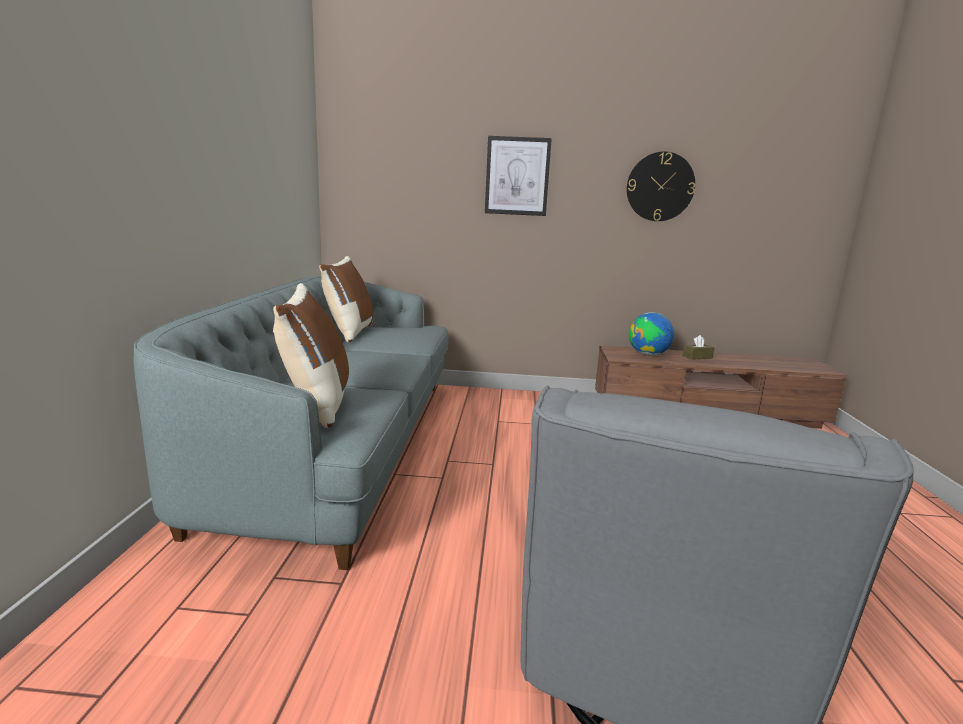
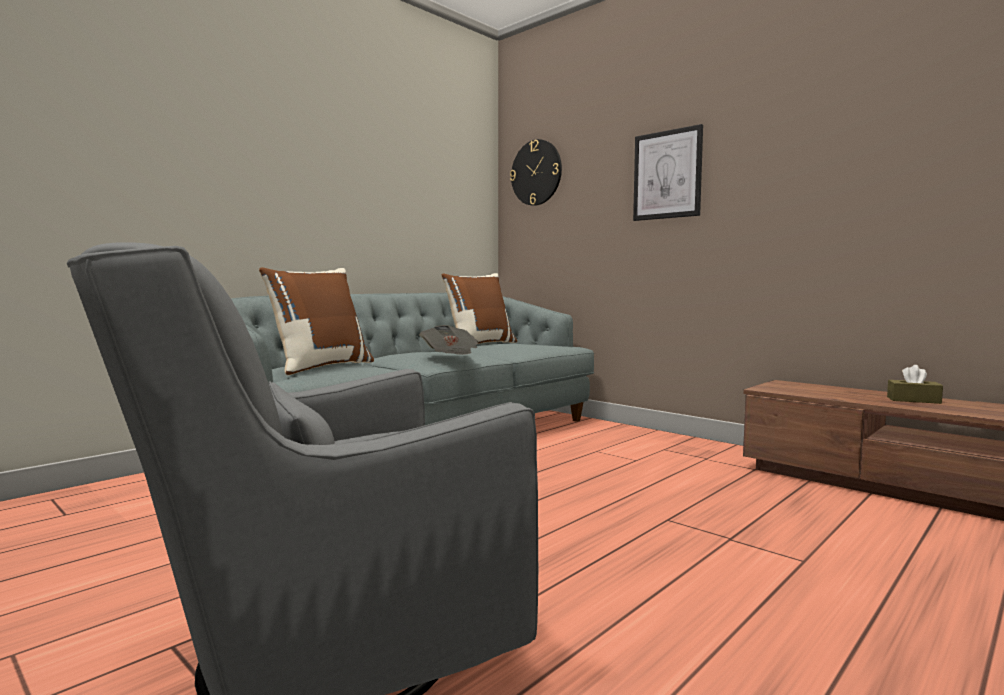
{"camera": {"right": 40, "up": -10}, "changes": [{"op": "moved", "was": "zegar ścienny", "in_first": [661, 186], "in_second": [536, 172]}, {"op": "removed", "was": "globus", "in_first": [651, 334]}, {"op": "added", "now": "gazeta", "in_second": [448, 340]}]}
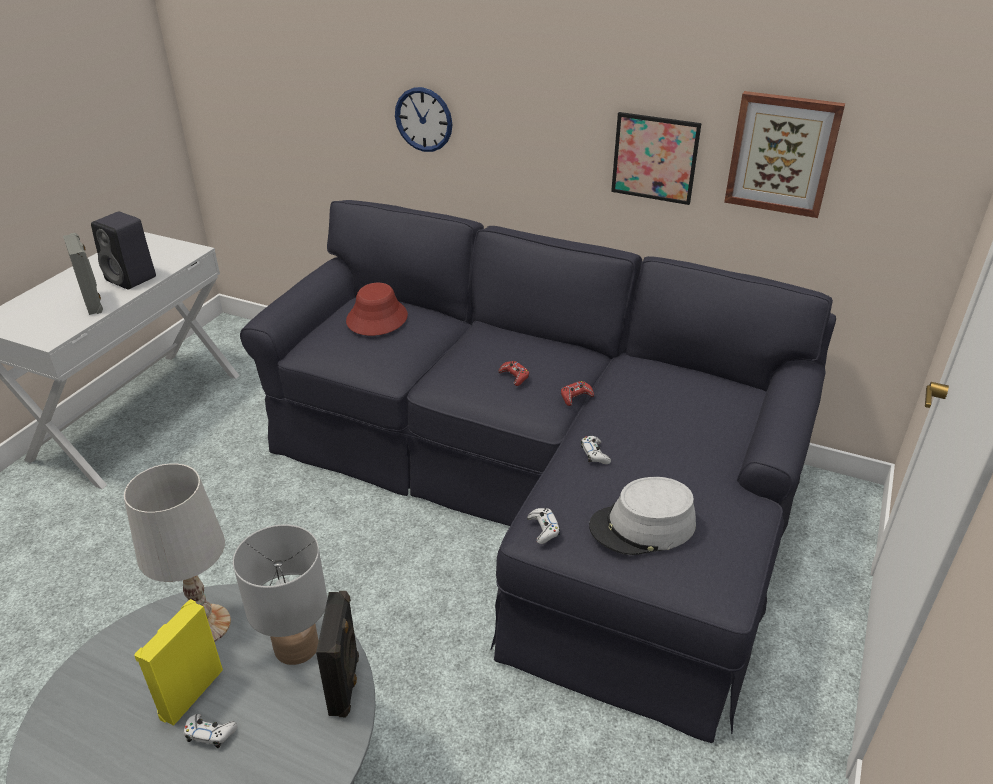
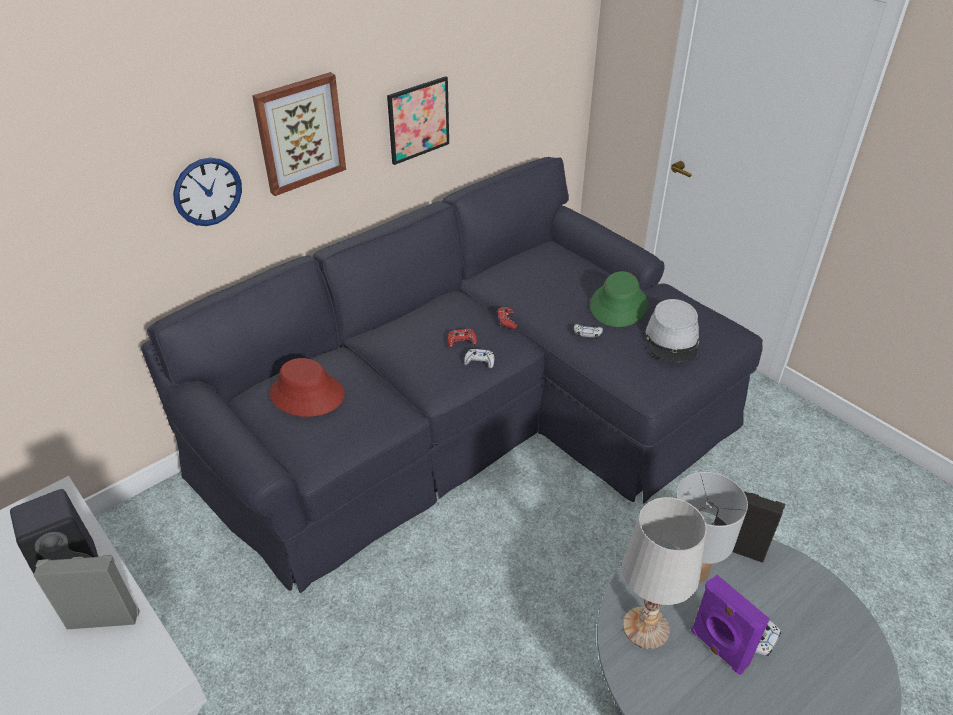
{"camera": {"right": -65, "up": 5}, "changes": [{"op": "moved", "was": "obraz", "in_first": [784, 154], "in_second": [299, 134]}, {"op": "moved", "was": "pad do gier/biały", "in_first": [543, 526], "in_second": [479, 358]}, {"op": "recoloured", "was": "głośnik/żółty", "now": "głośnik/fioletowy", "in_first": [178, 662], "in_second": [730, 625]}, {"op": "added", "now": "kapelusz/zielony", "in_second": [619, 299]}]}
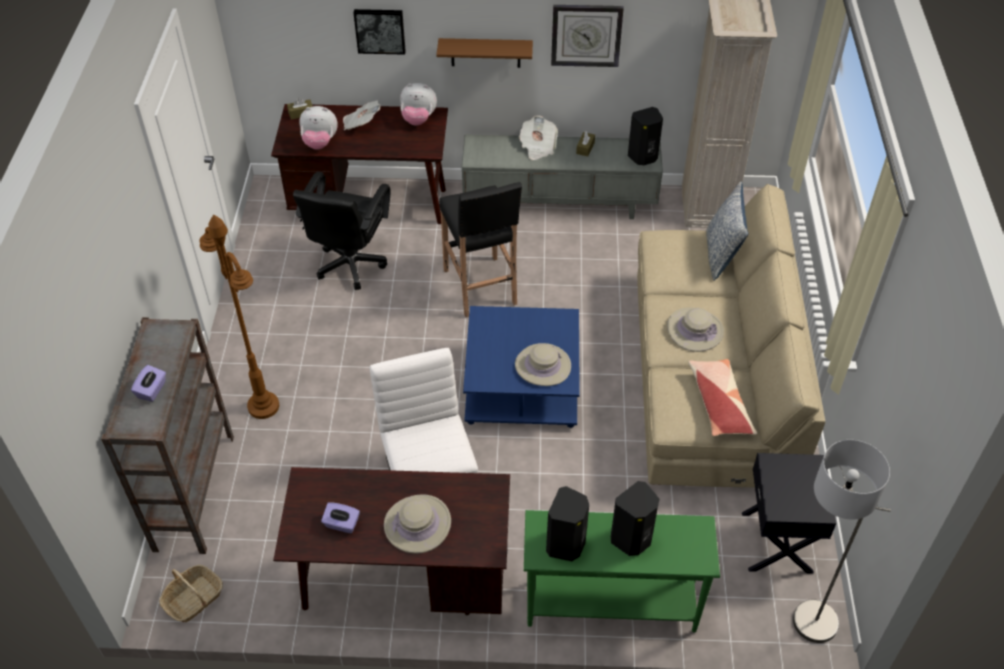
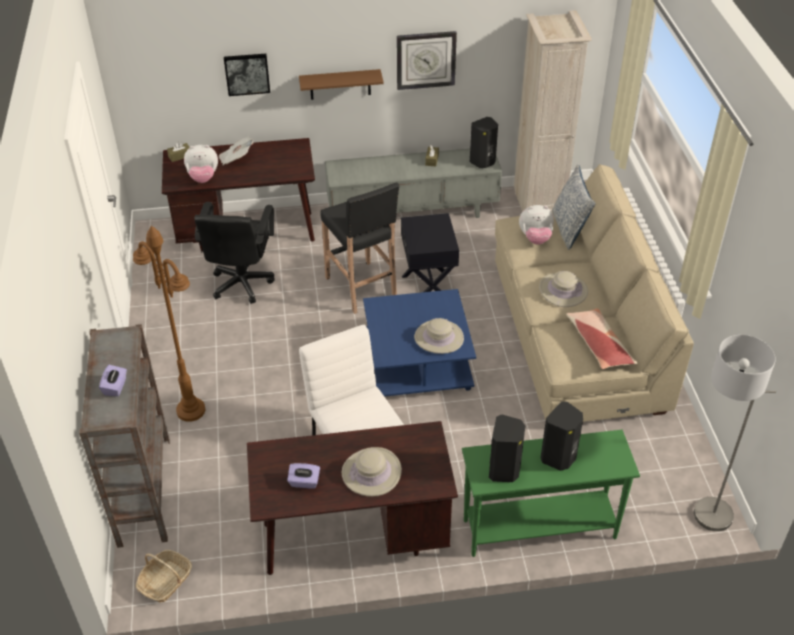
{"camera": {"right": -10, "up": -5}, "changes": [{"op": "moved", "was": "pluszak", "in_first": [418, 104], "in_second": [536, 225]}, {"op": "removed", "was": "gazeta", "in_first": [538, 138]}, {"op": "moved", "was": "stolik/czarny", "in_first": [789, 513], "in_second": [430, 252]}]}
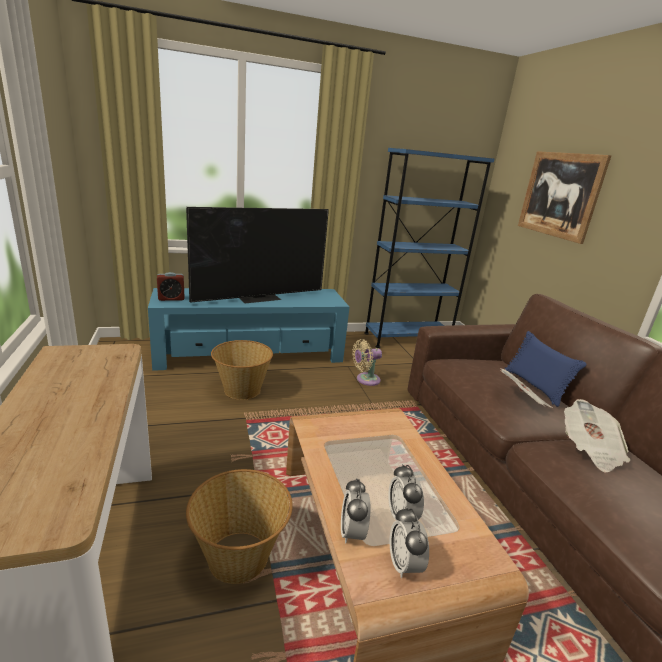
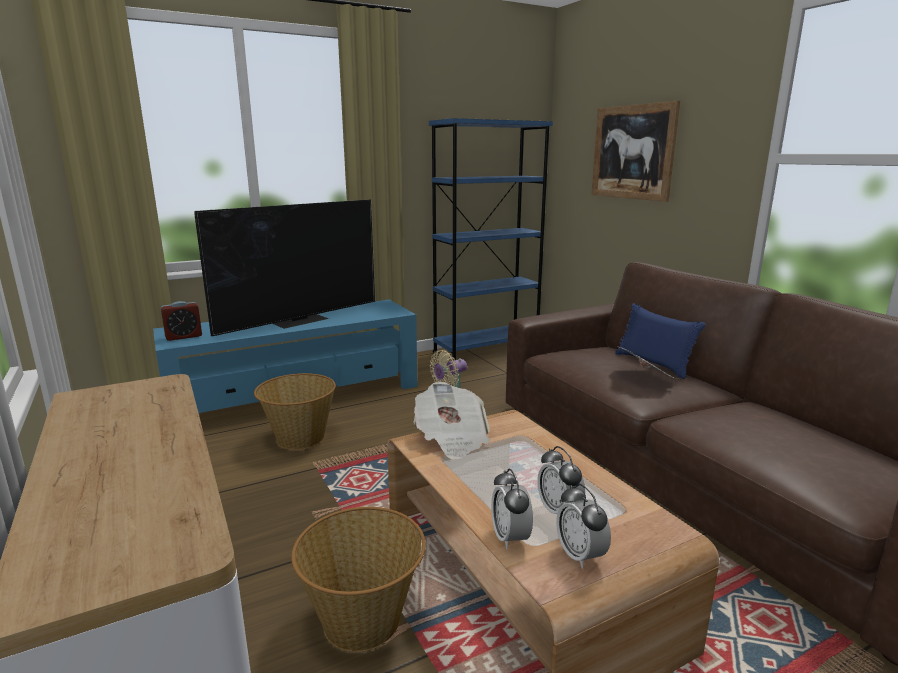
{"camera": {"right": -10, "up": -5}, "changes": [{"op": "moved", "was": "gazeta", "in_first": [597, 436], "in_second": [452, 421]}]}
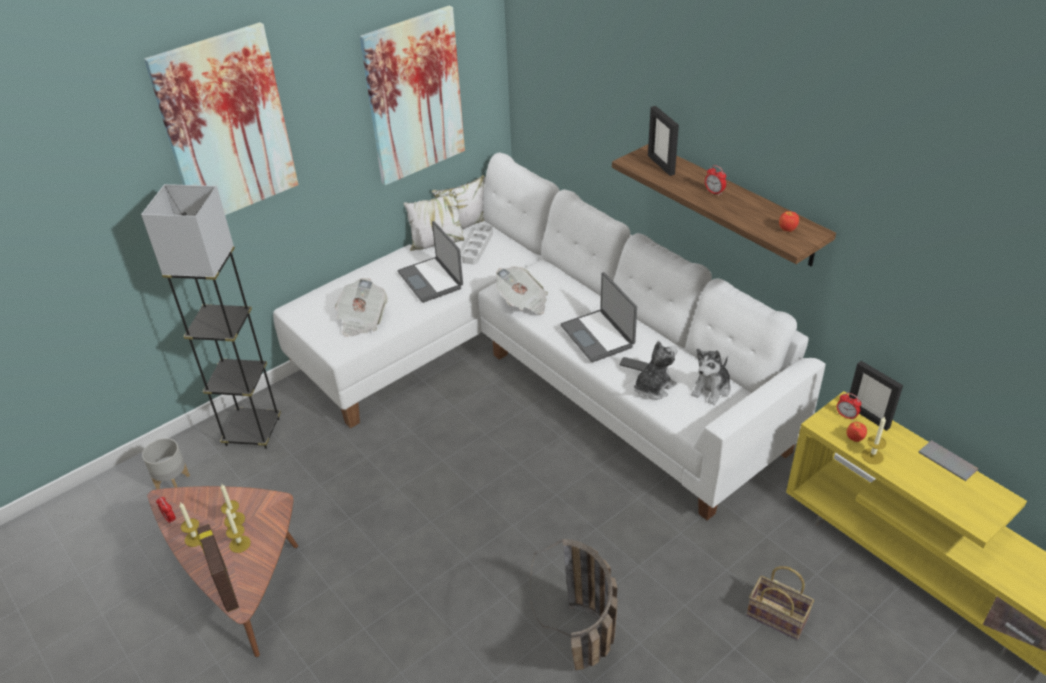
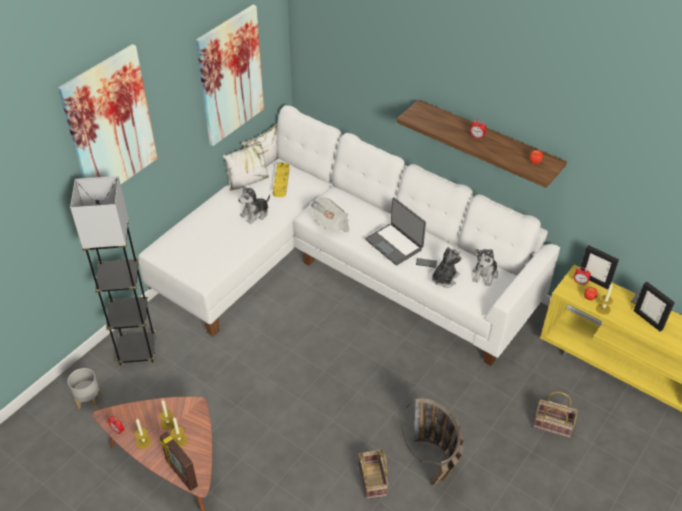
{"camera": {"right": -15, "up": 5}, "changes": [{"op": "moved", "was": "ramka na zdjęcie", "in_first": [663, 141], "in_second": [654, 307]}, {"op": "replaced", "was": "laptop", "now": "pluszak", "in_first": [430, 262], "in_second": [254, 204]}, {"op": "recoloured", "was": "taca/biały", "now": "taca/żółty", "in_first": [477, 244], "in_second": [281, 180]}, {"op": "removed", "was": "gazeta", "in_first": [361, 307]}, {"op": "added", "now": "koszyk", "in_second": [373, 474]}]}
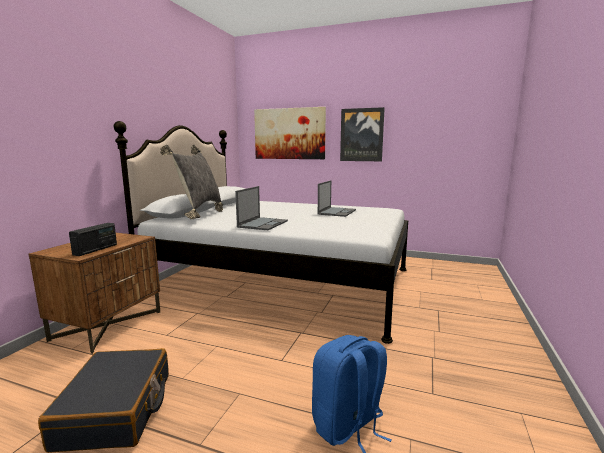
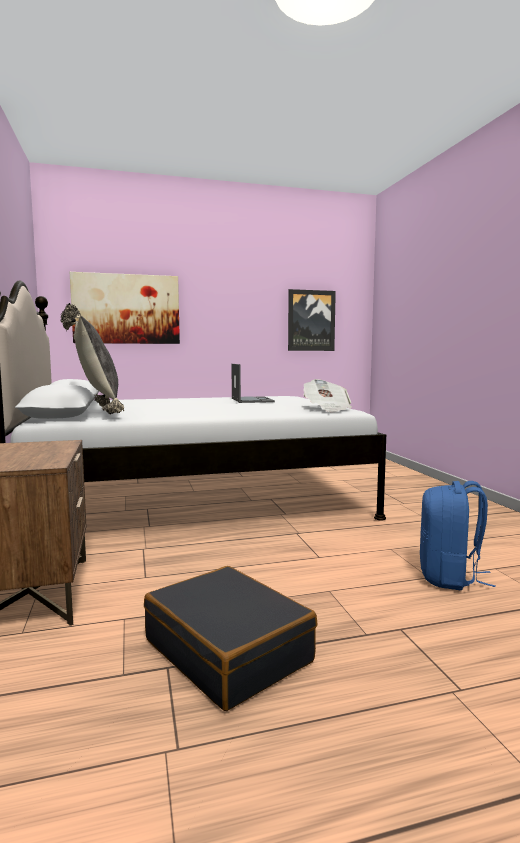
{"camera": {"right": -35, "up": -5}, "changes": [{"op": "moved", "was": "obraz", "in_first": [362, 134], "in_second": [312, 320]}, {"op": "removed", "was": "laptop", "in_first": [261, 208]}, {"op": "removed", "was": "radio", "in_first": [93, 239]}, {"op": "added", "now": "gazeta", "in_second": [327, 395]}]}
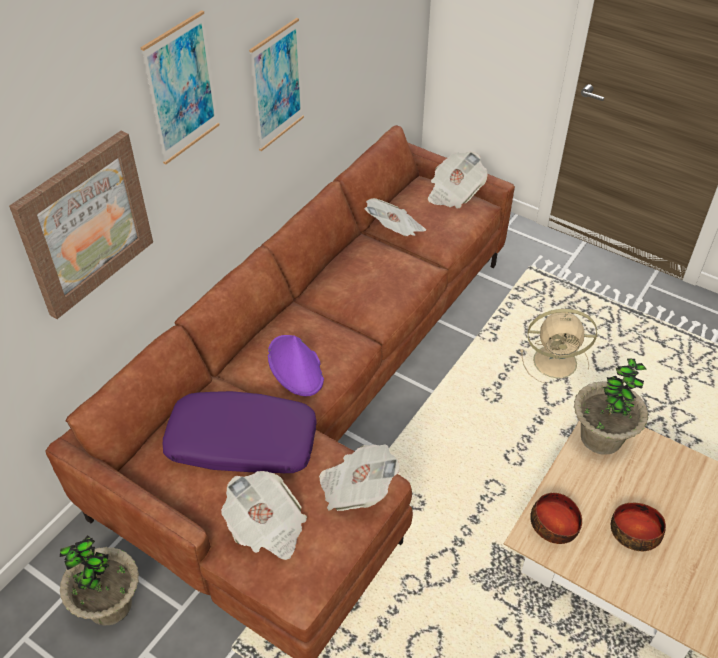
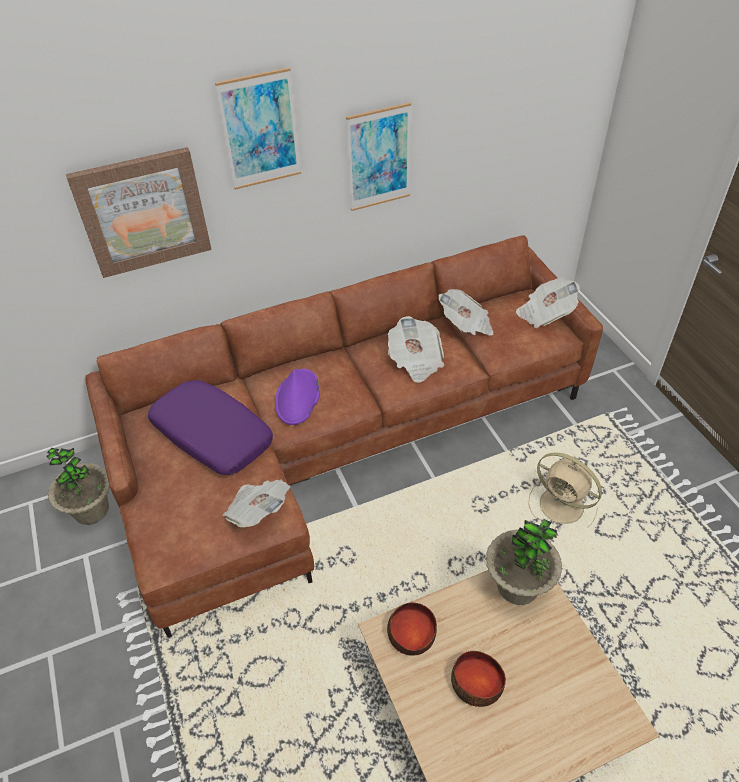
{"camera": {"right": 35, "up": 0}, "changes": [{"op": "moved", "was": "gazeta", "in_first": [264, 515], "in_second": [416, 349]}]}
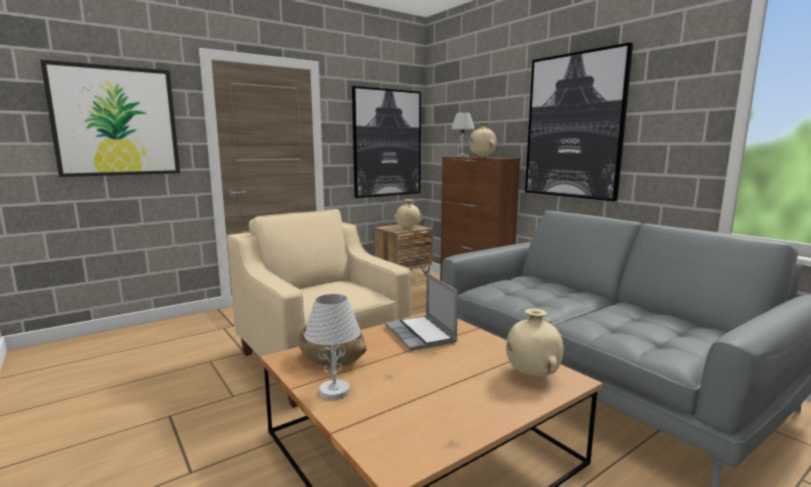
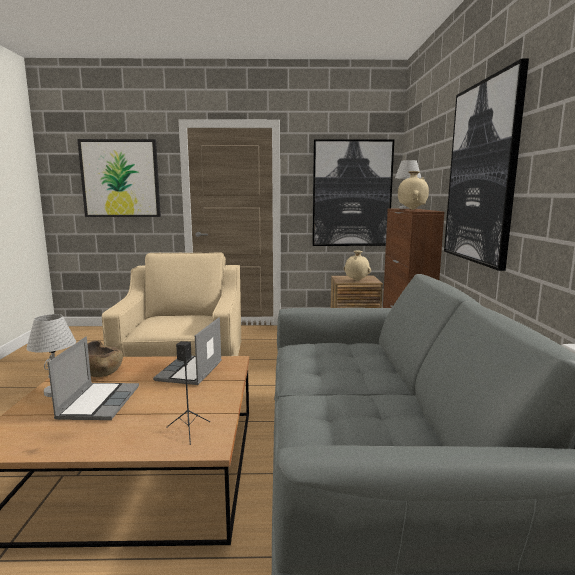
{"camera": {"right": 35, "up": 0}, "changes": [{"op": "replaced", "was": "wazon/beżowy", "now": "głośnik/czarny", "in_first": [535, 342], "in_second": [188, 393]}, {"op": "added", "now": "laptop", "in_second": [93, 378]}]}
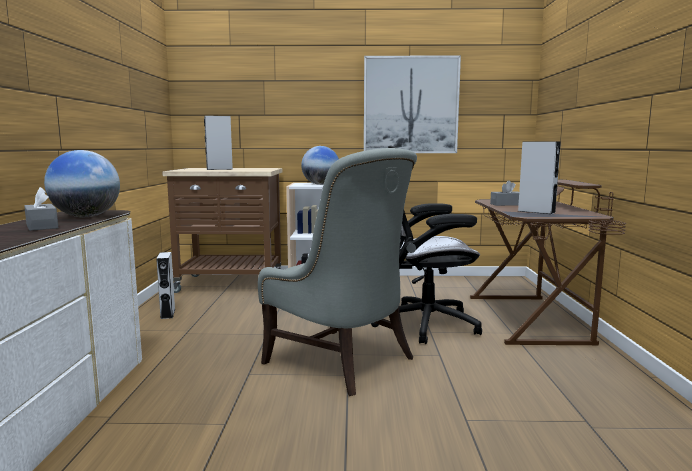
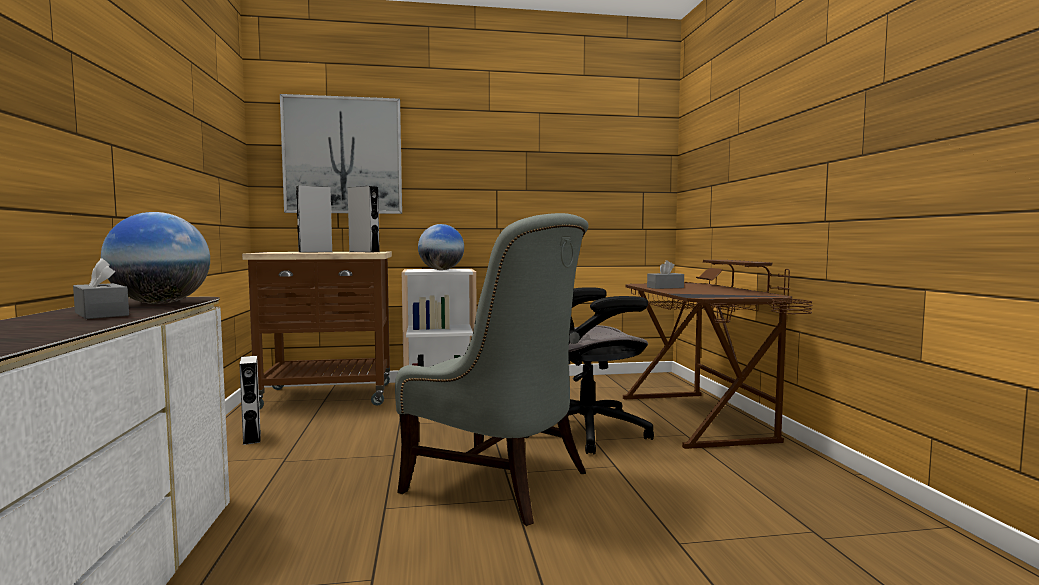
{"camera": {"right": -10, "up": -5}, "changes": [{"op": "moved", "was": "obraz", "in_first": [412, 104], "in_second": [341, 154]}, {"op": "moved", "was": "głośnik/szary", "in_first": [539, 177], "in_second": [364, 219]}]}
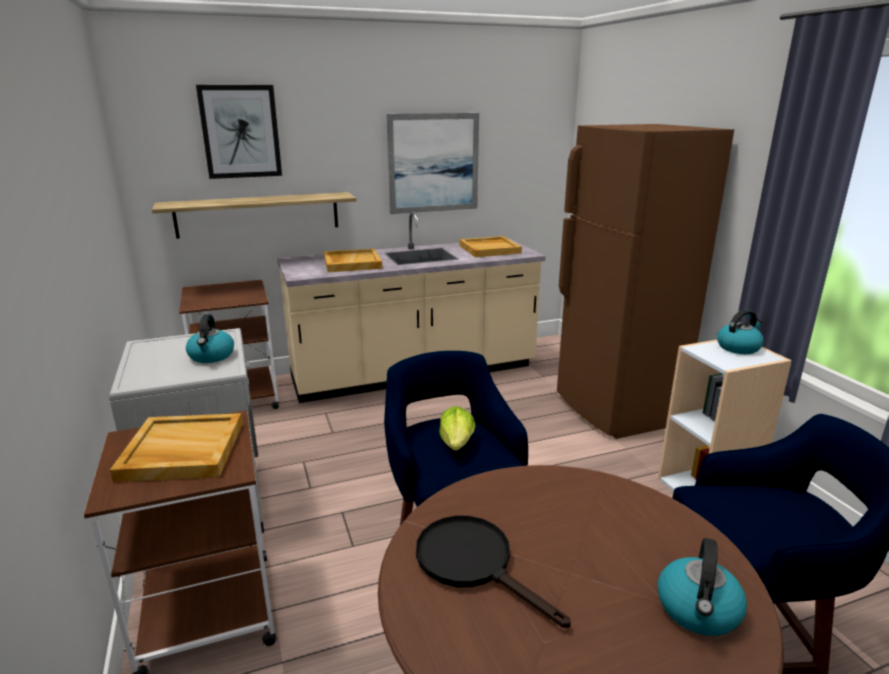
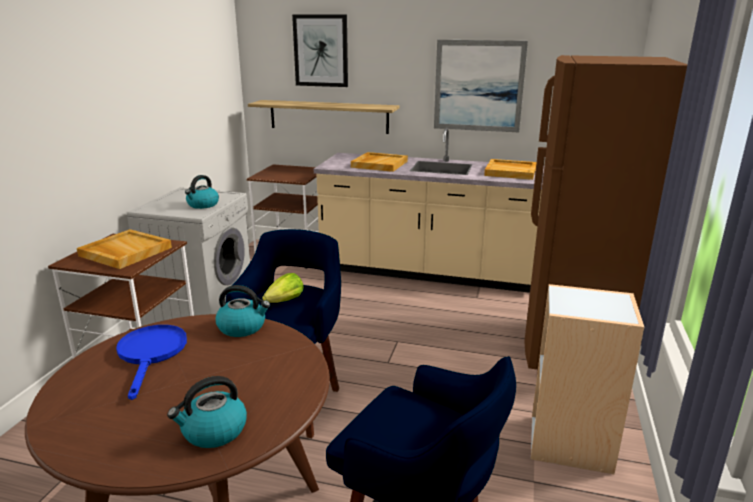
{"camera": {"right": 35, "up": 0}, "changes": [{"op": "moved", "was": "czajnik", "in_first": [740, 331], "in_second": [243, 311]}, {"op": "recoloured", "was": "patelnia/czarny", "now": "patelnia/niebieski", "in_first": [493, 572], "in_second": [151, 362]}]}
